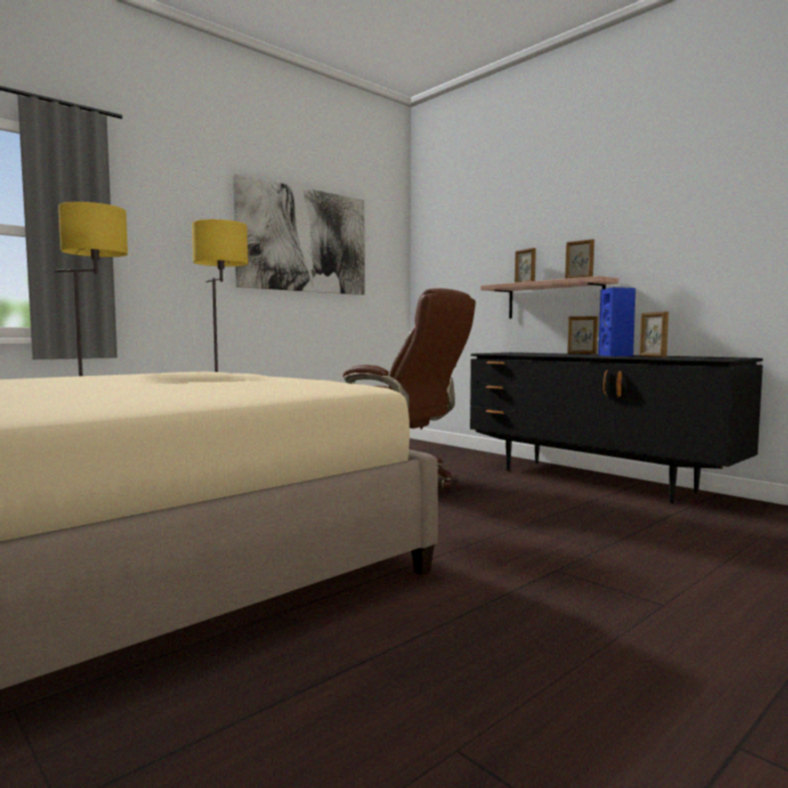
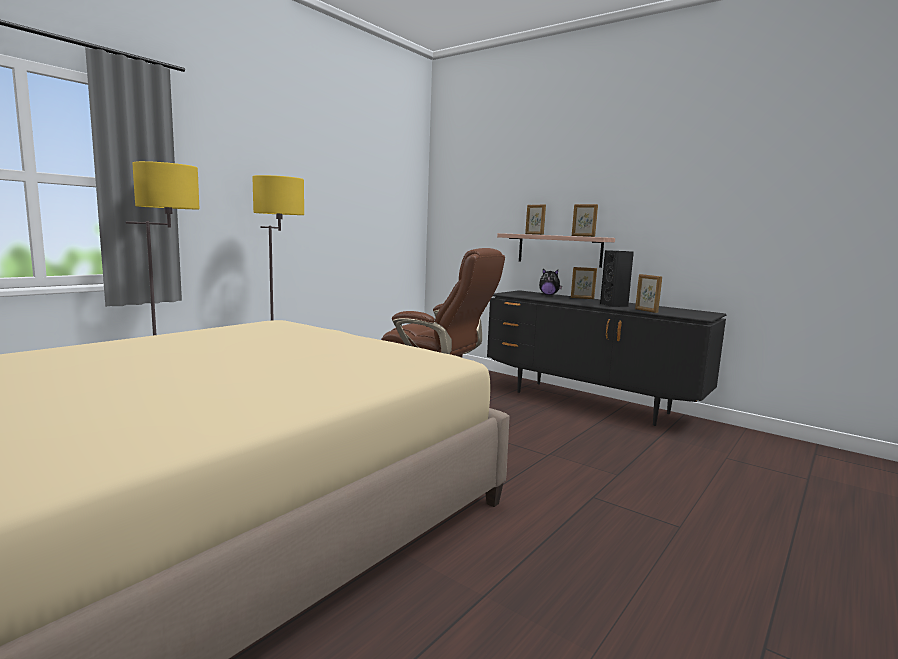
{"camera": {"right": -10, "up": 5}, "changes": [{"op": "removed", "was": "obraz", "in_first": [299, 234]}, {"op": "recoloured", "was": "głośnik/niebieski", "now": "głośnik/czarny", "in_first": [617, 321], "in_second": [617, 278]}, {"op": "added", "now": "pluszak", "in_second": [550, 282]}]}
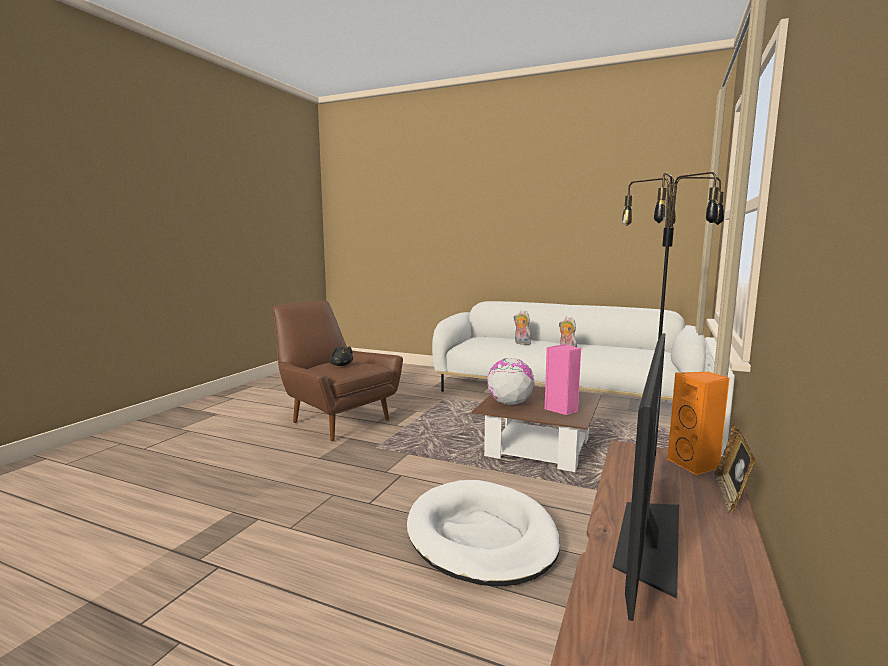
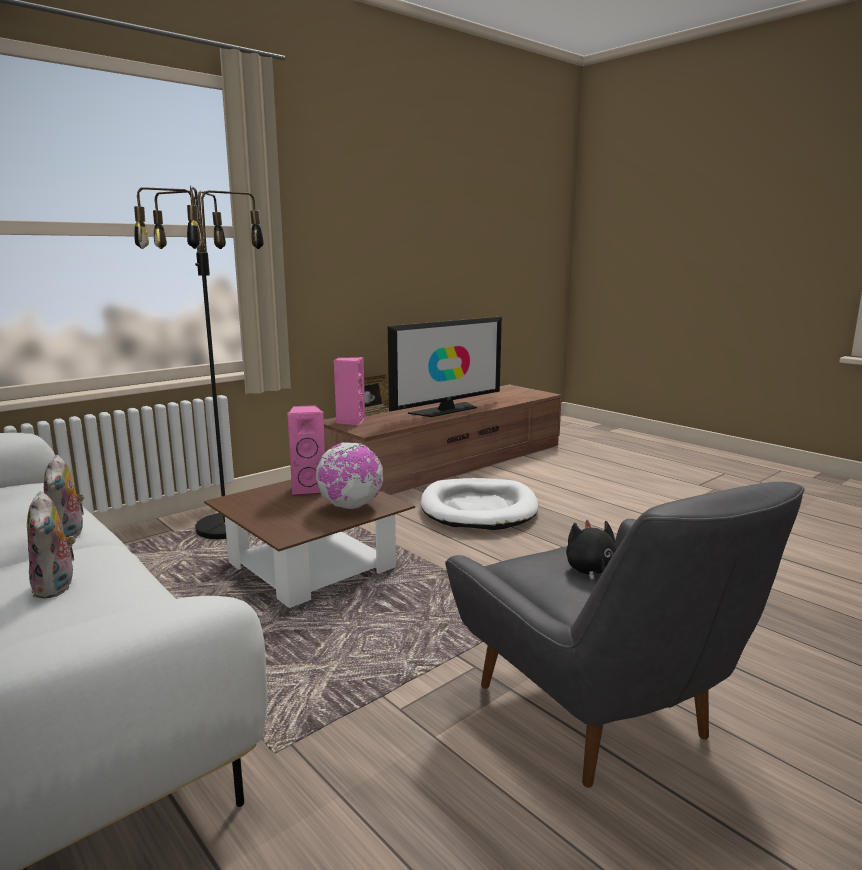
{"camera": {"right": -155, "up": 5}, "changes": [{"op": "recoloured", "was": "fotel/brązowy", "now": "fotel/szary", "in_first": [338, 371], "in_second": [625, 635]}, {"op": "recoloured", "was": "głośnik/pomarańczowy", "now": "głośnik/różowy", "in_first": [698, 424], "in_second": [349, 391]}]}
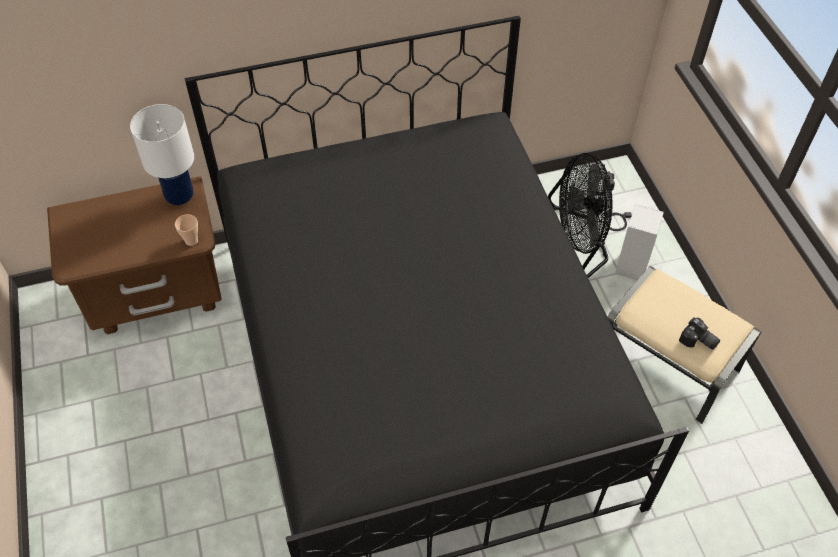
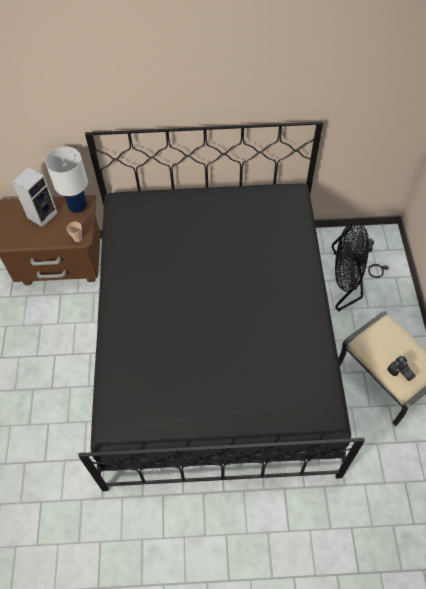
{"camera": {"right": 15, "up": 5}, "changes": [{"op": "moved", "was": "głośnik", "in_first": [639, 242], "in_second": [35, 197]}]}
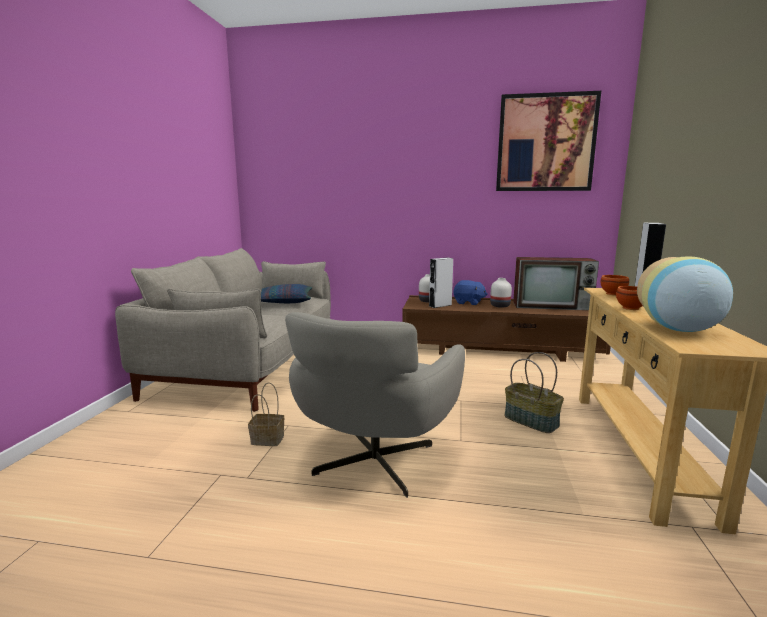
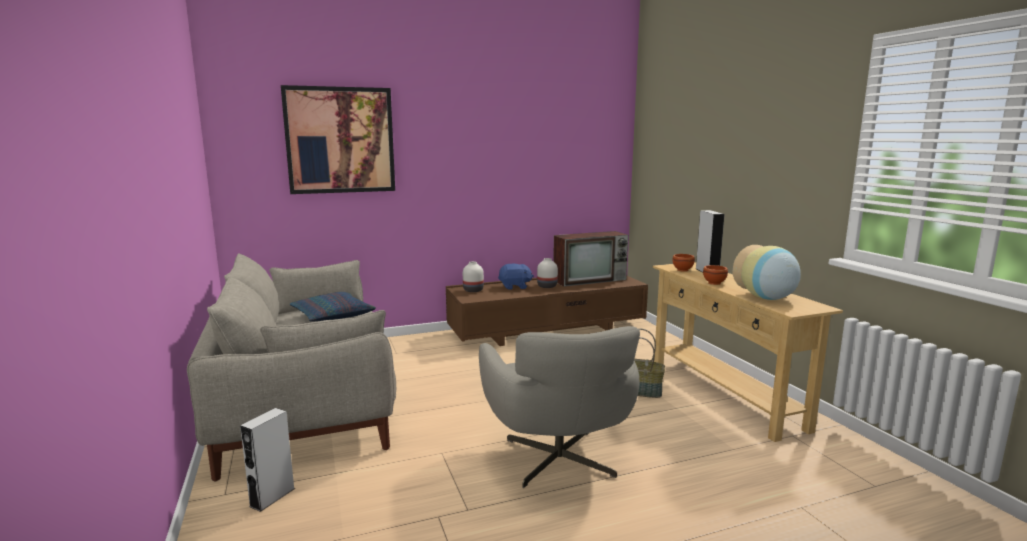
{"camera": {"right": -30, "up": 0}, "changes": [{"op": "moved", "was": "obraz", "in_first": [548, 141], "in_second": [338, 139]}, {"op": "moved", "was": "głośnik/szary", "in_first": [441, 282], "in_second": [267, 460]}, {"op": "removed", "was": "koszyk", "in_first": [266, 414]}]}
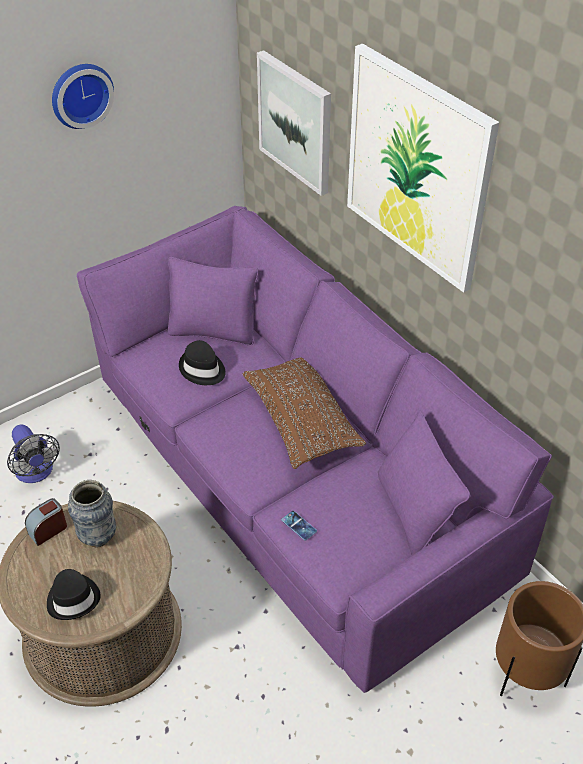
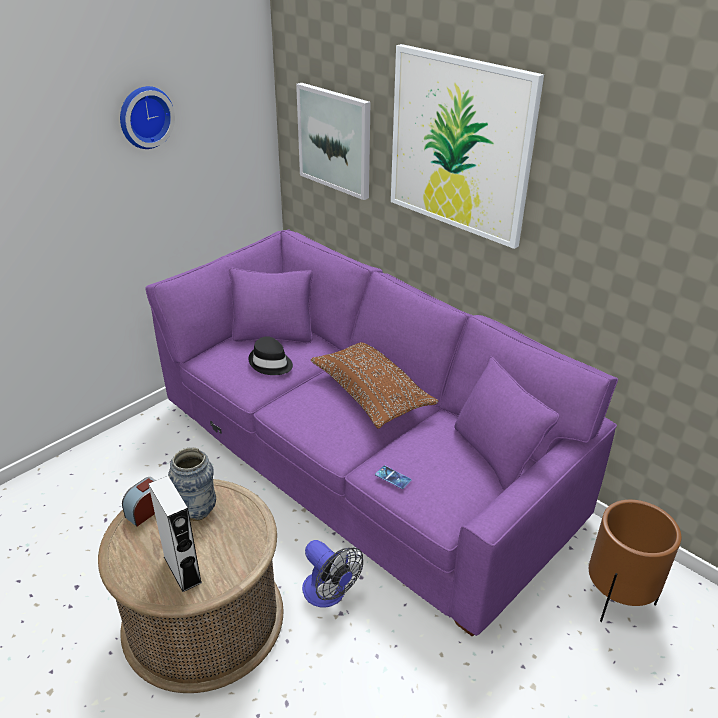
{"camera": {"right": -10, "up": -10}, "changes": [{"op": "moved", "was": "wentylator", "in_first": [33, 453], "in_second": [332, 573]}, {"op": "replaced", "was": "kapelusz/czarny", "now": "głośnik/szary", "in_first": [74, 594], "in_second": [175, 534]}]}
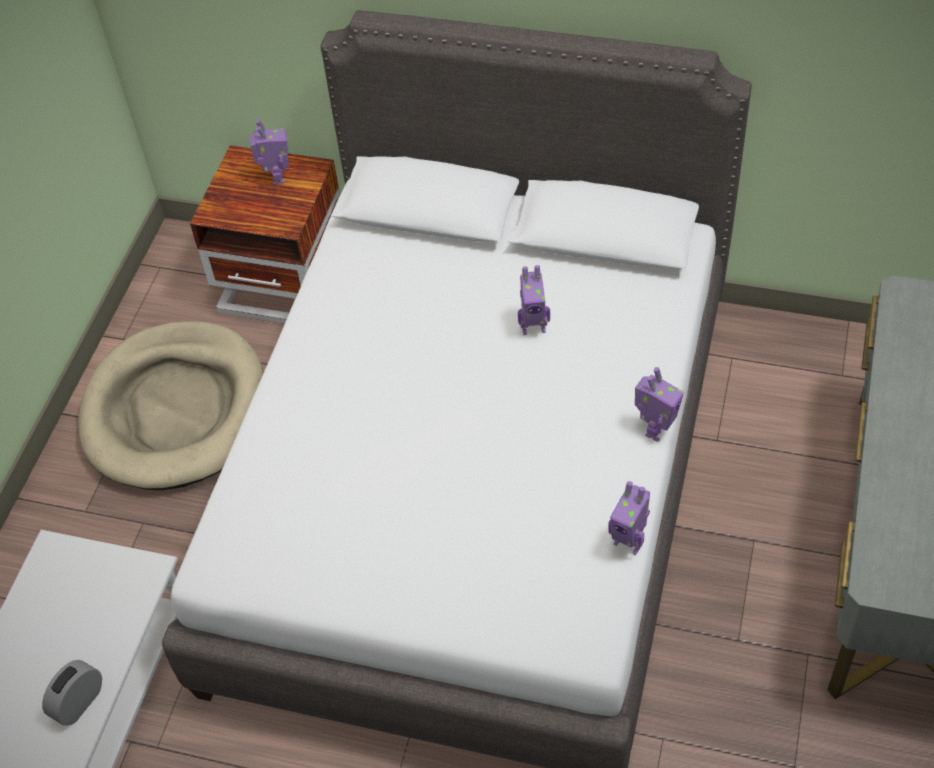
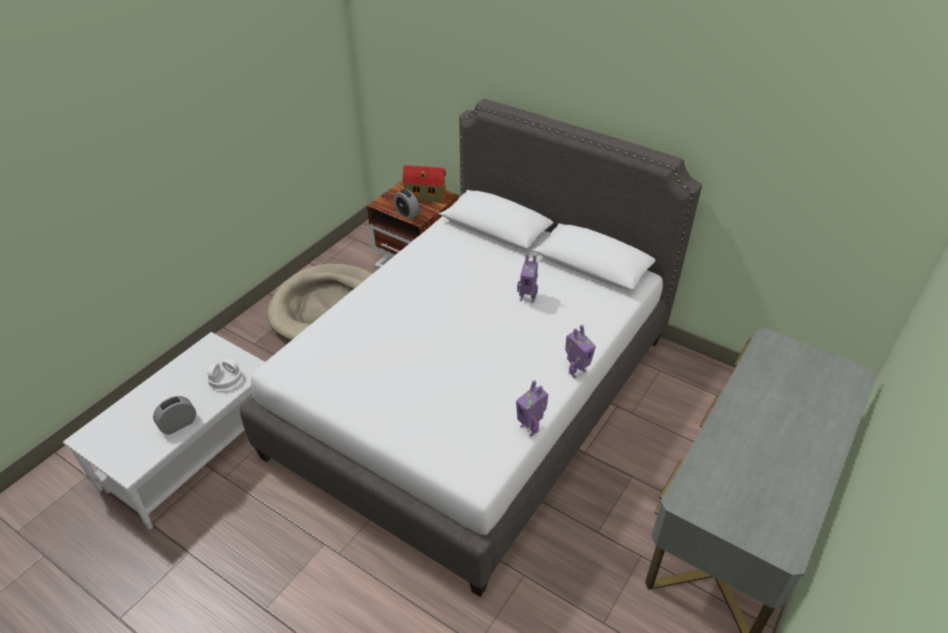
{"camera": {"right": 15, "up": -10}, "changes": [{"op": "replaced", "was": "robot zabawkowy", "now": "domek", "in_first": [269, 152], "in_second": [424, 184]}, {"op": "added", "now": "budzik", "in_second": [407, 204]}, {"op": "added", "now": "słuchawki/biały", "in_second": [224, 374]}]}
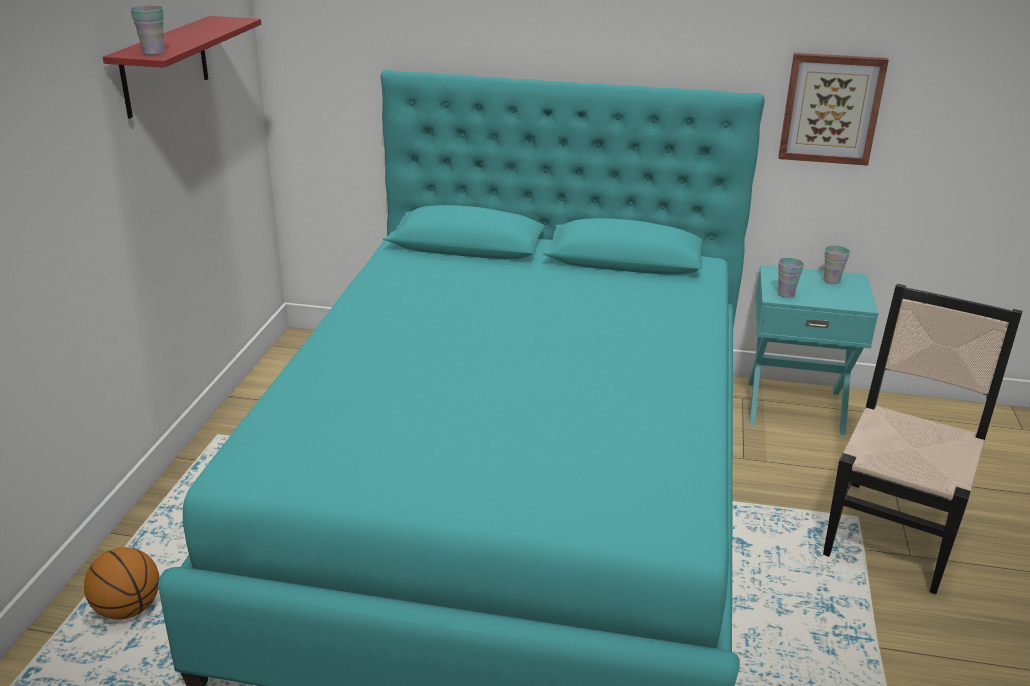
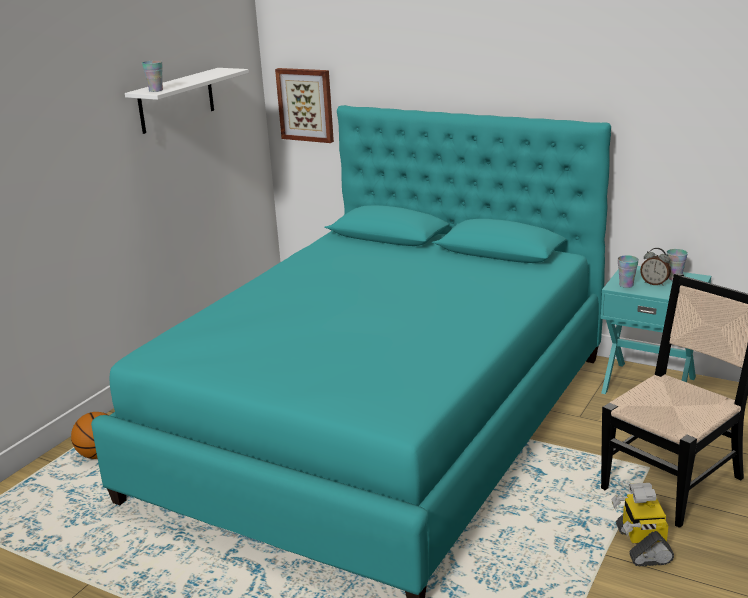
{"camera": {"right": 20, "up": -5}, "changes": [{"op": "recoloured", "was": "półka/czerwony", "now": "półka/biały", "in_first": [182, 67], "in_second": [187, 101]}, {"op": "moved", "was": "obraz", "in_first": [833, 109], "in_second": [304, 105]}, {"op": "added", "now": "budzik", "in_second": [655, 267]}, {"op": "added", "now": "robot zabawkowy", "in_second": [642, 524]}]}
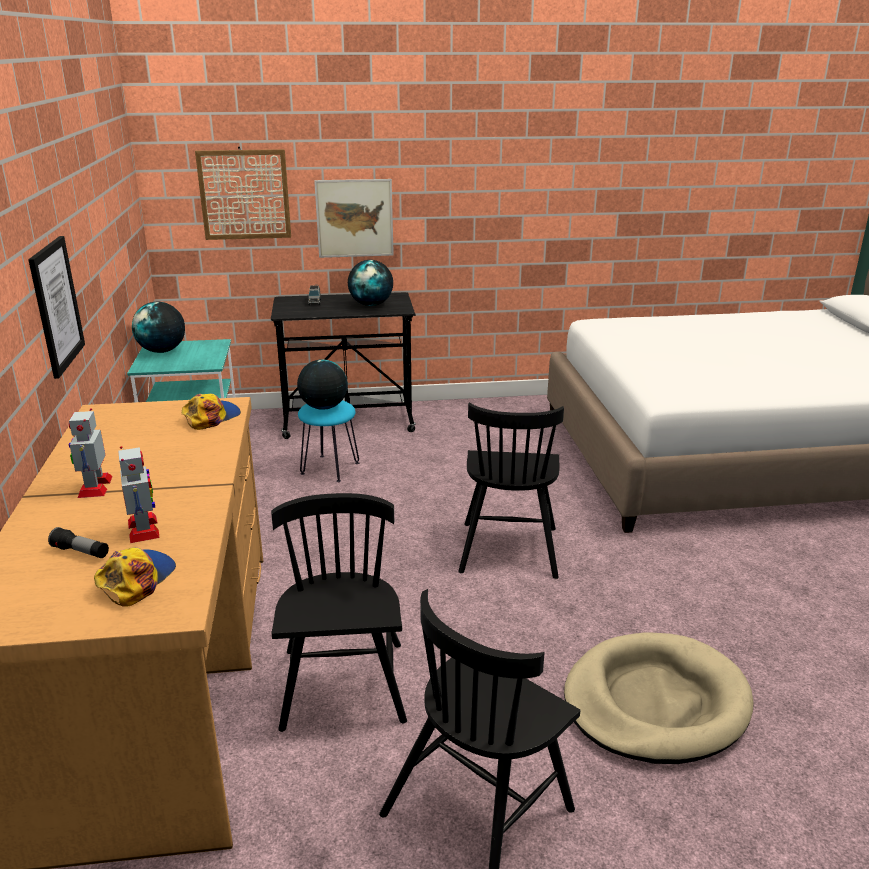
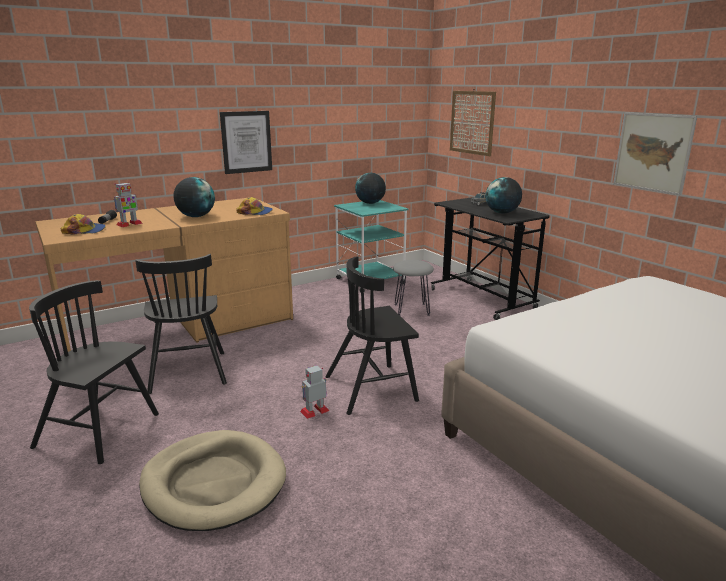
{"camera": {"right": 65, "up": -5}, "changes": [{"op": "moved", "was": "obraz", "in_first": [354, 218], "in_second": [655, 153]}, {"op": "moved", "was": "globus", "in_first": [322, 384], "in_second": [194, 197]}, {"op": "recoloured", "was": "stołek/turkusowy", "now": "stołek/szary", "in_first": [328, 441], "in_second": [413, 288]}, {"op": "moved", "was": "robot zabawkowy", "in_first": [90, 453], "in_second": [314, 392]}, {"op": "turned", "was": "krzesło/czarny", "in_first": [339, 612], "in_second": [181, 324], "clockwise": 105}]}
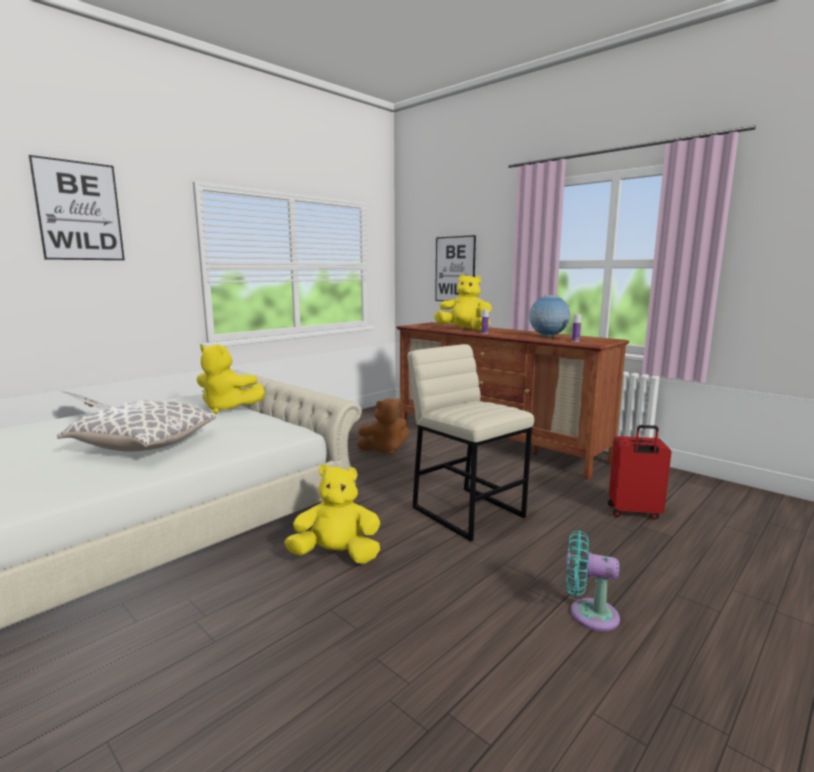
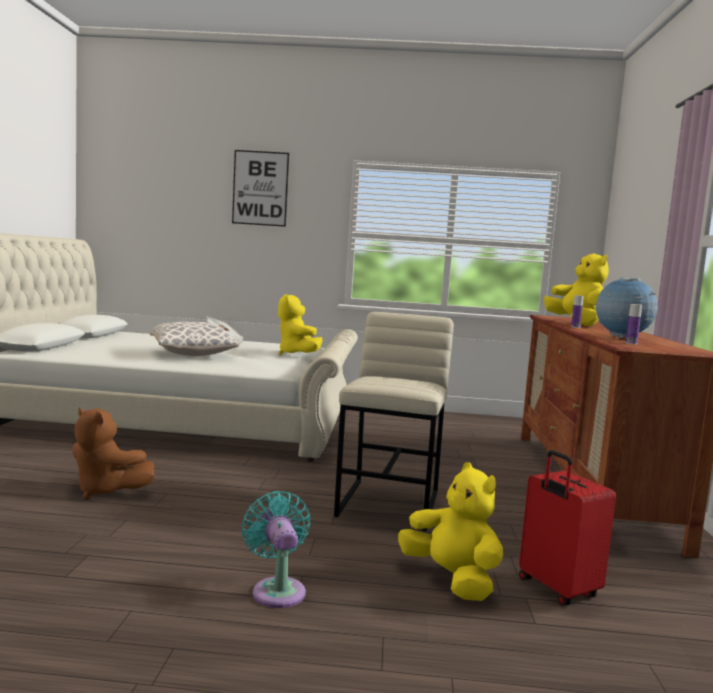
{"camera": {"right": 50, "up": -5}, "changes": [{"op": "removed", "was": "obraz", "in_first": [455, 268]}, {"op": "moved", "was": "pluszak/brązowy", "in_first": [383, 426], "in_second": [113, 453]}, {"op": "moved", "was": "pluszak/żółty", "in_first": [332, 513], "in_second": [450, 531]}]}
